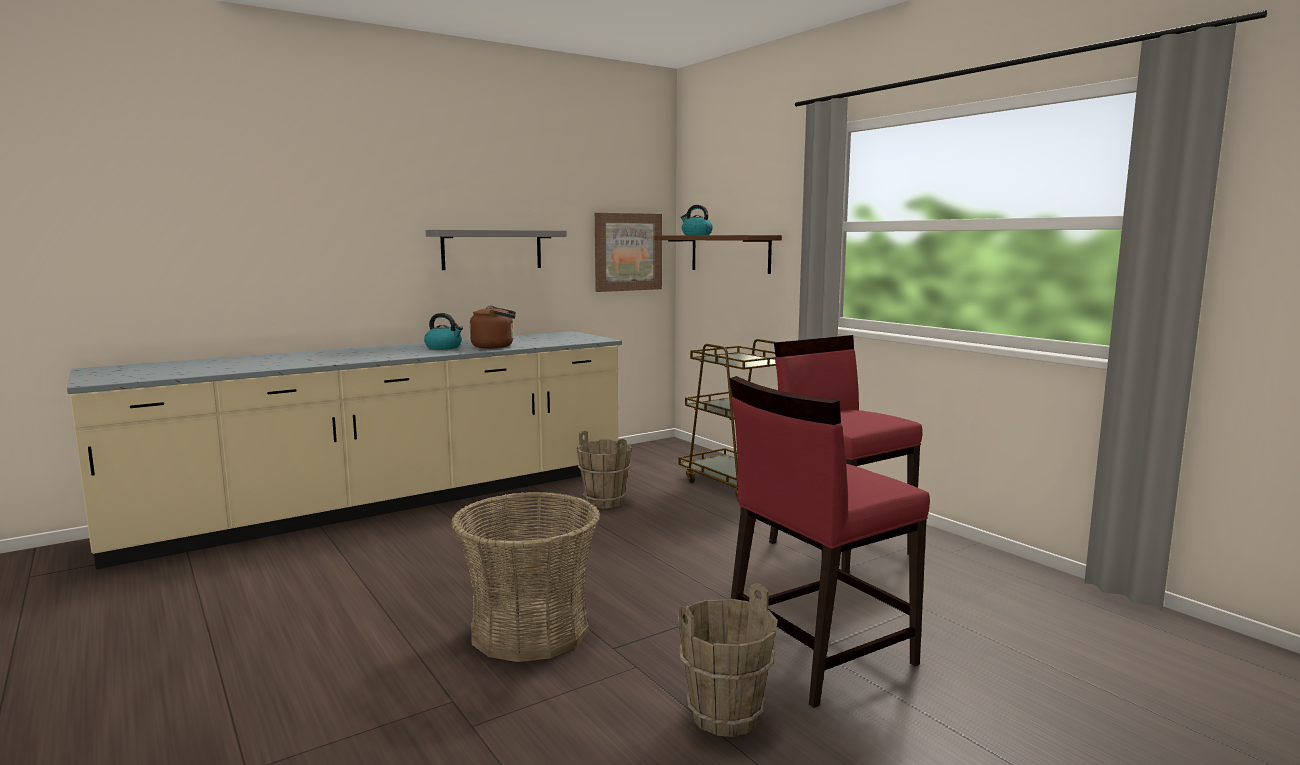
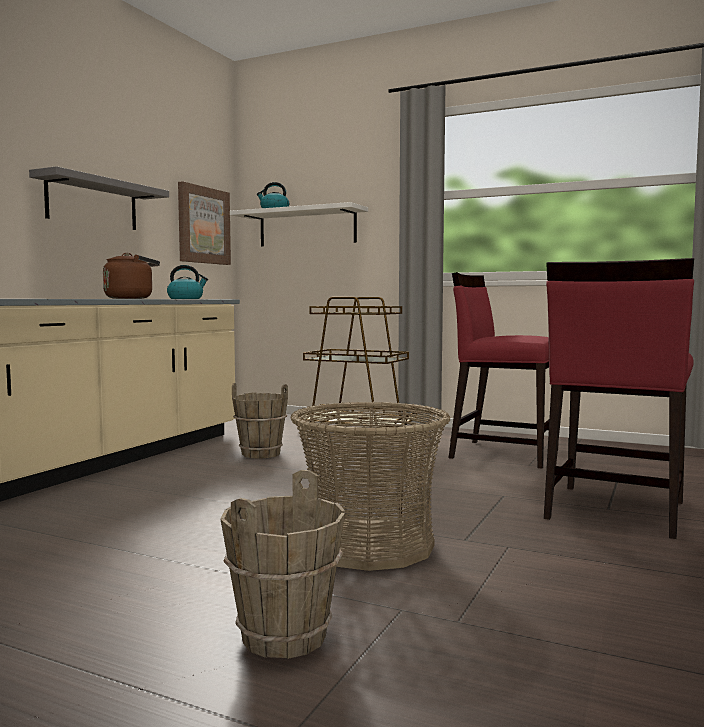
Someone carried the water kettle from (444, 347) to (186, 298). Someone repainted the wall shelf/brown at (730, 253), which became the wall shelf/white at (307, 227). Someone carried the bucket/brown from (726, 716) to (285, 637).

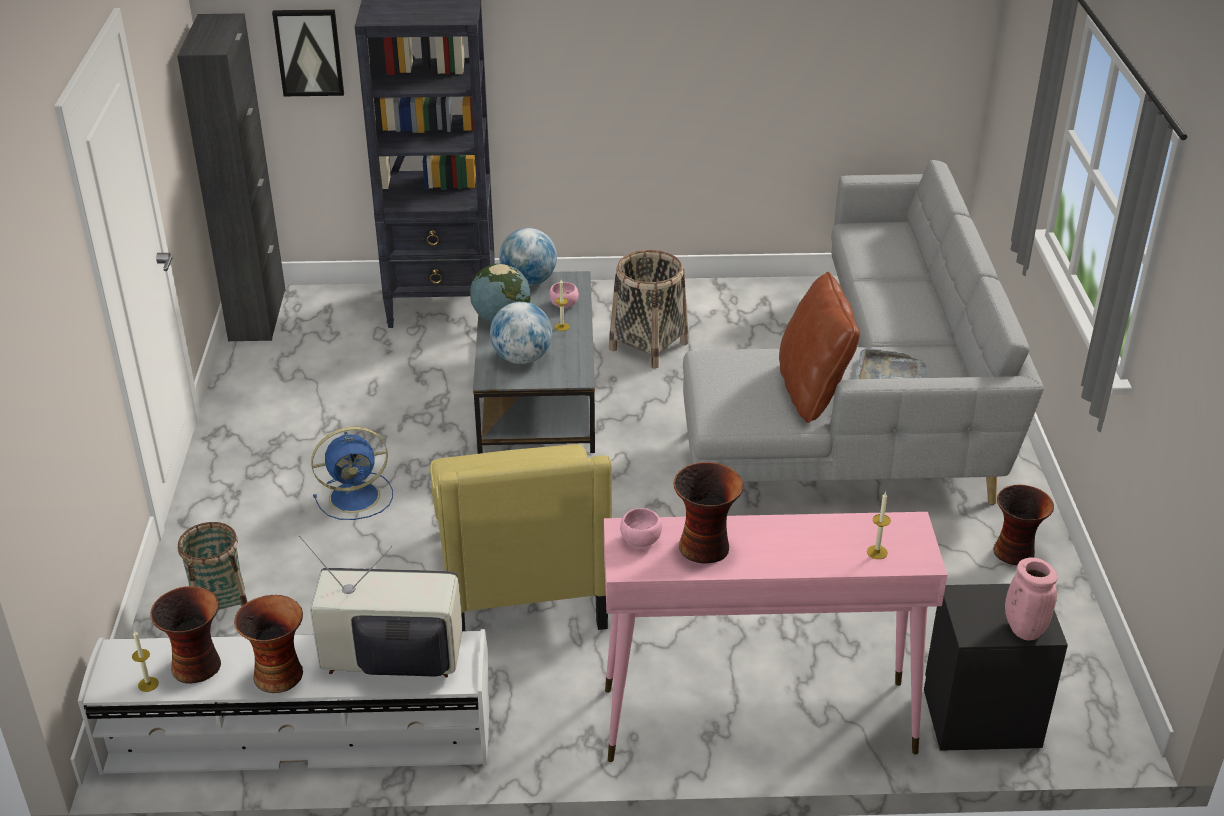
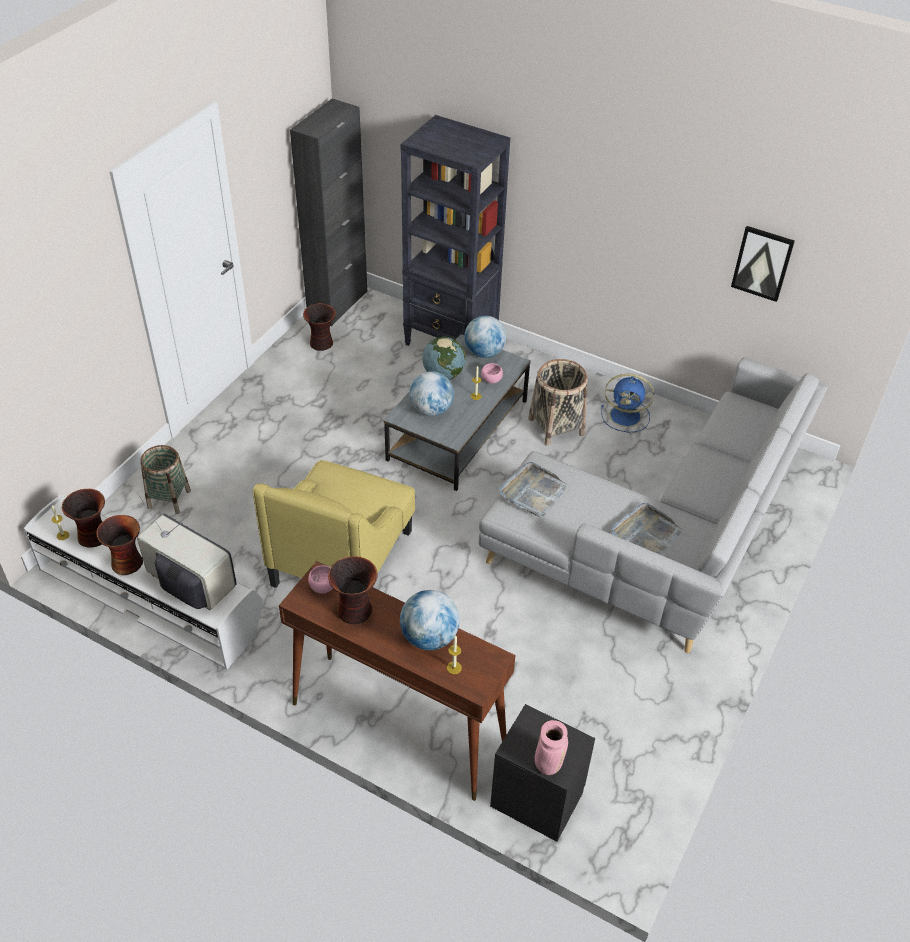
Someone carried the picture from (309, 52) to (762, 263). Someone carried the cooling fan/bluish from (357, 496) to (626, 416). Someone repainted the hall table/pinkish at (756, 721), which became the hall table/brown at (397, 724). Someone took away the throw pillow/brown at (813, 392). Someone carried the flower vase from (1015, 552) to (322, 343). Someone put down the globe at (429, 637). Someone put down the serving tray/gray at (533, 492).

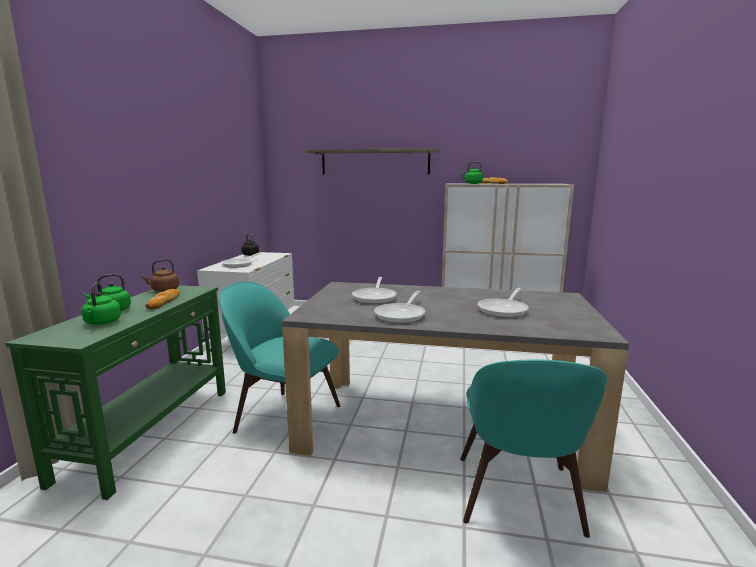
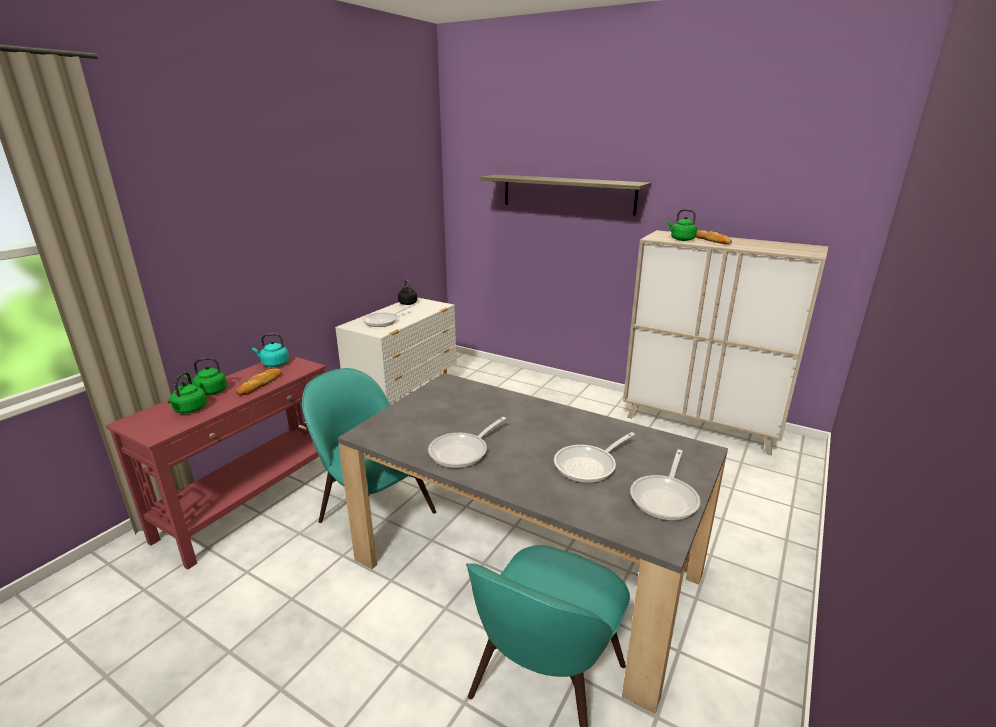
Someone repainted the hall table/green-coloured at (151, 431), which became the hall table/red-coloured at (253, 502). Someone repainted the water kettle/brown at (164, 290), which became the water kettle/blue-green at (274, 364). Someone carried the skillet from (375, 297) to (666, 498).

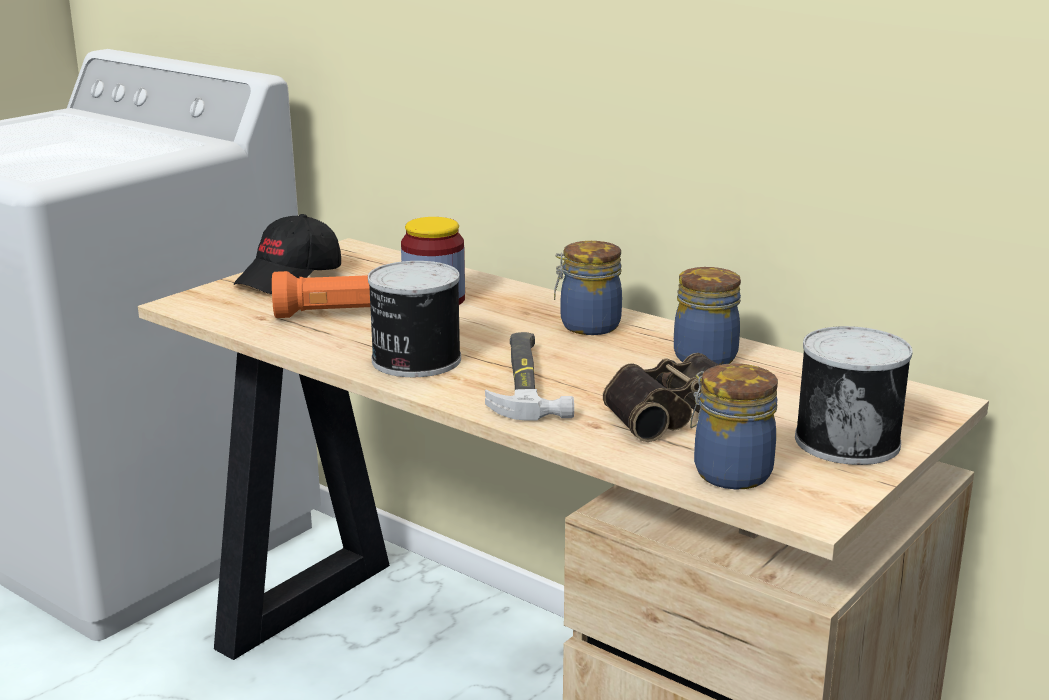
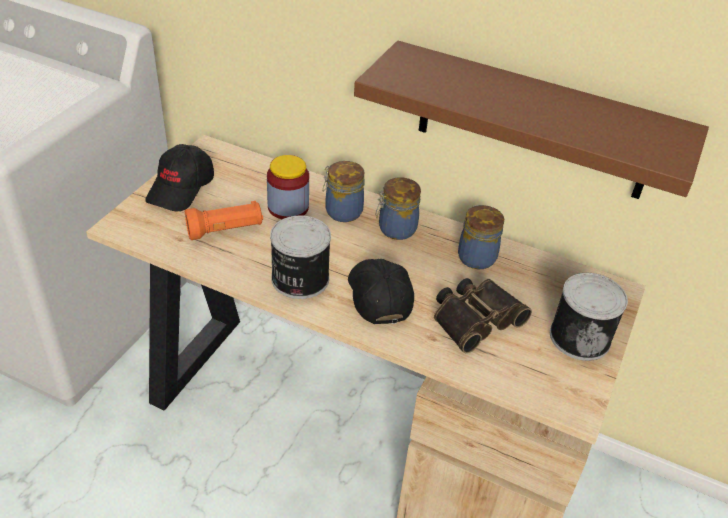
Someone swapped the hammer at (527, 382) for the cap/black at (378, 296). Someone carried the jar from (729, 472) to (342, 211). Someone put up the wall shelf/brown at (534, 122).

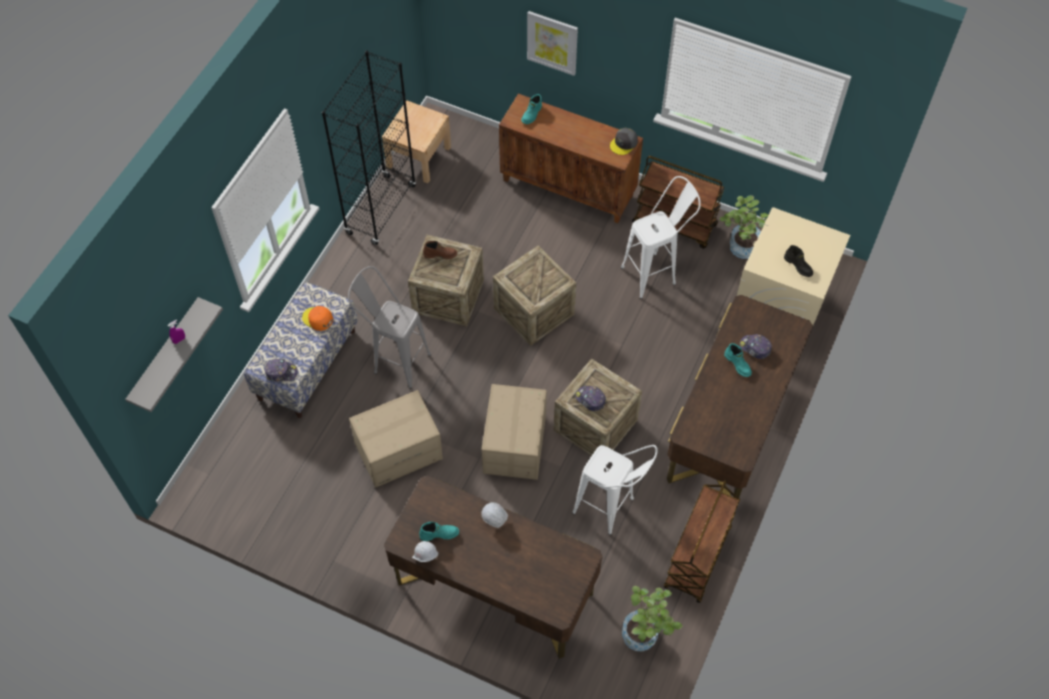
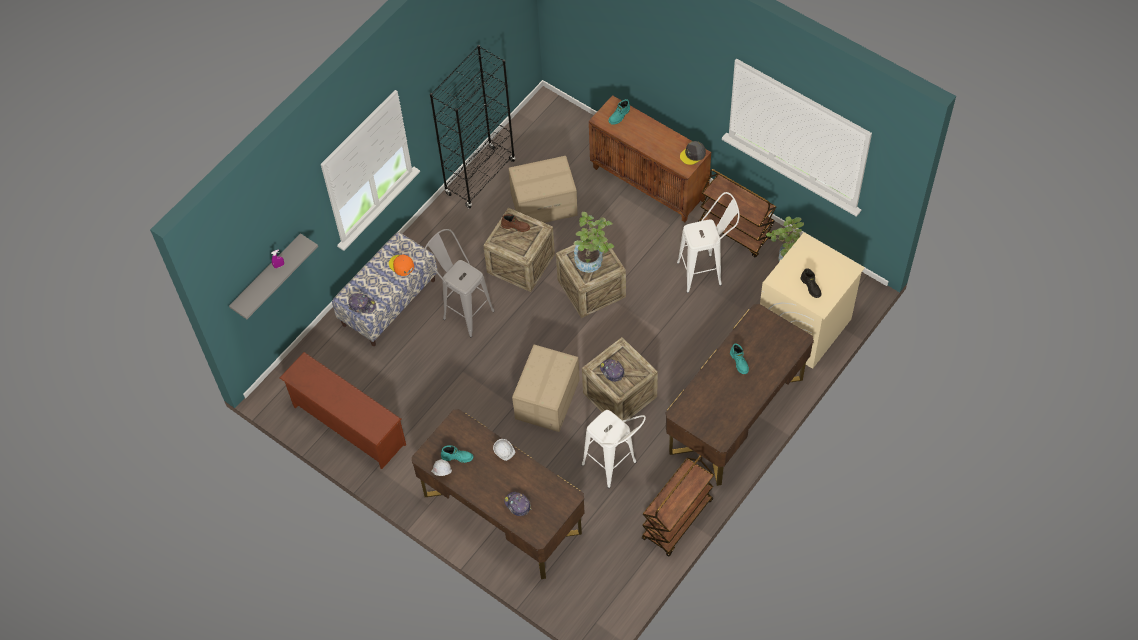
Someone carried the carton from (398, 450) to (544, 204). Someone took away the bedside table/sand-coloured at (418, 157). Someone took away the picture at (552, 42). Someone carried the plant in a pot from (645, 635) to (593, 262). Someone carried the cap from (755, 348) to (517, 505). Someone put down the shoe rack/brown at (347, 426).

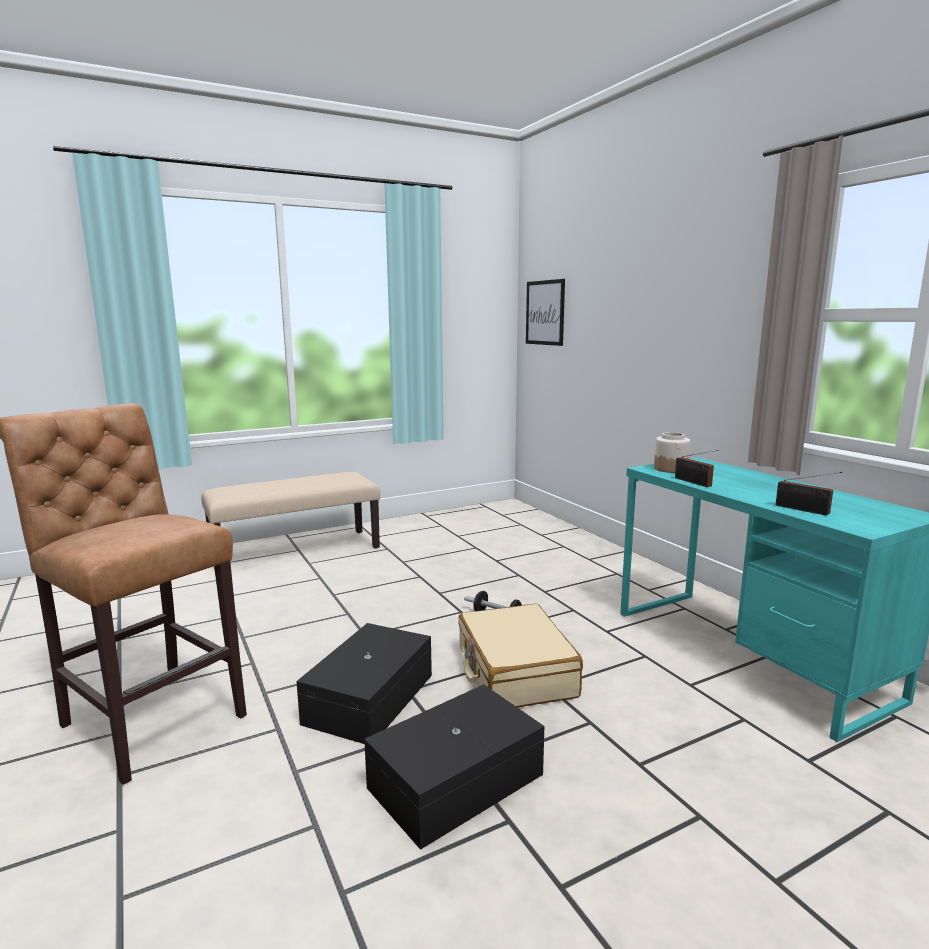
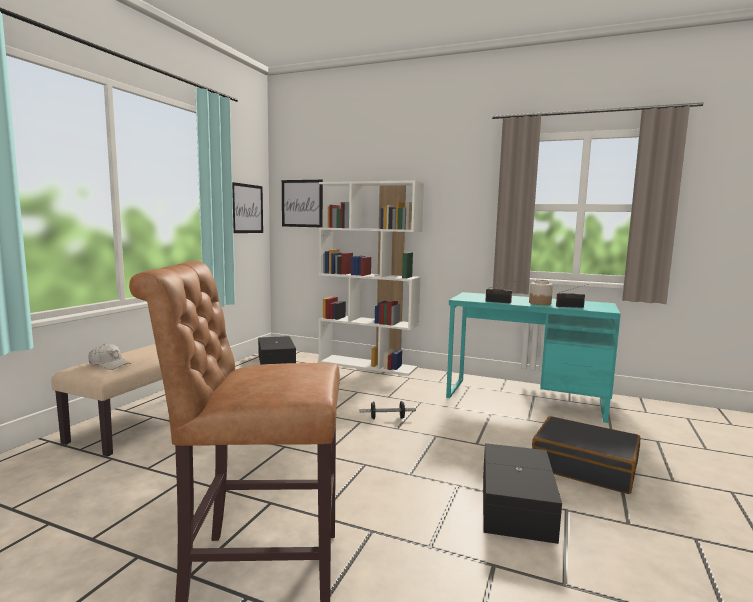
Someone carried the storage box/black from (372, 698) to (277, 361). Someone took away the piece of luggage/sand-coloured at (514, 672). Someone carried the jar from (671, 469) to (540, 303). Someone put down the cap/white at (109, 364). Someone put up the picture at (247, 208). Someone put down the bookshelf/white at (368, 365). Someone put down the piece of luggage/black at (584, 466).

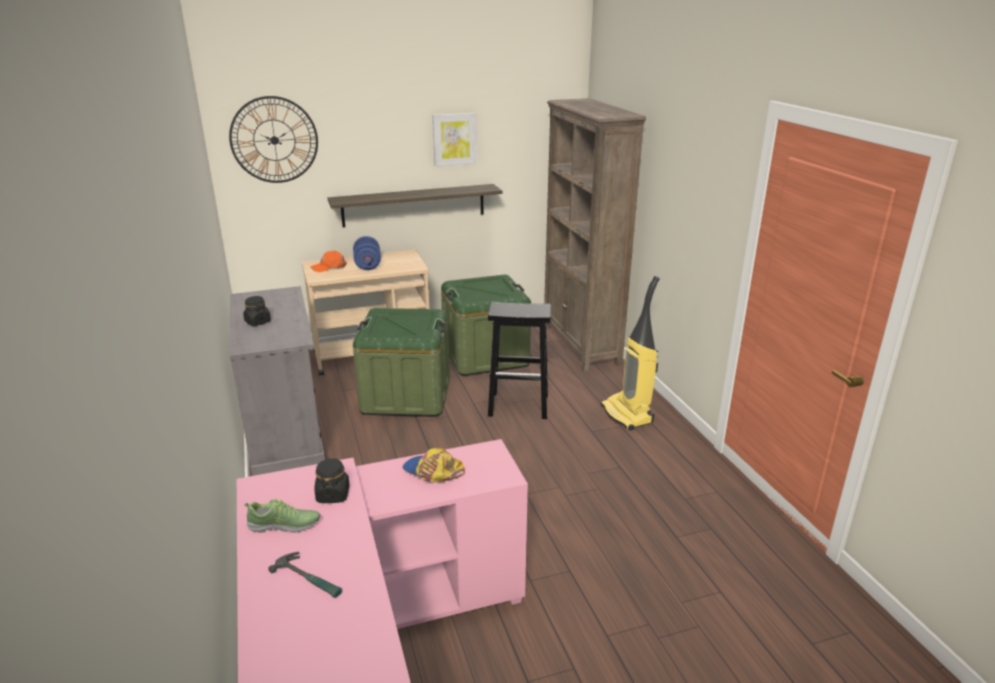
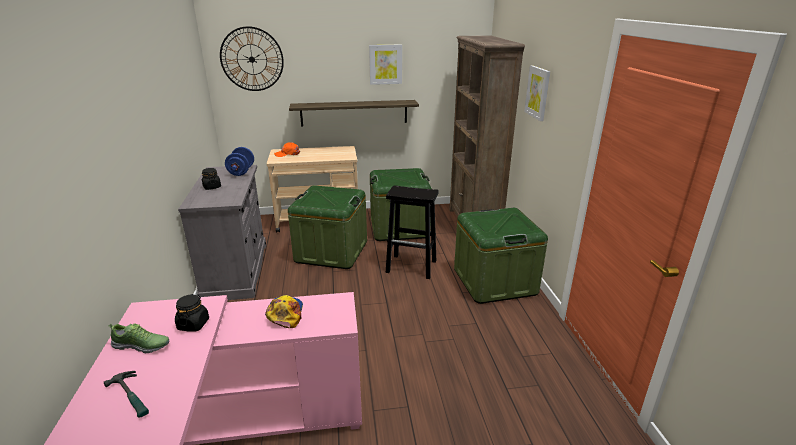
Someone carried the free weight/bluish from (368, 265) to (241, 172). Someone rotated the cap at (432, 472) by 45 degrees clockwise. Someone swapped the vacuum at (627, 414) for the storage box/green-coloured at (494, 281). Someone put up the picture at (538, 92).

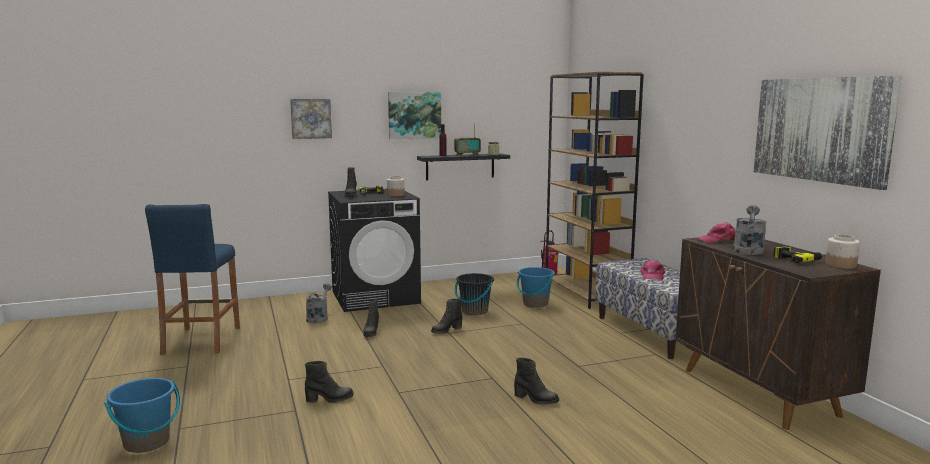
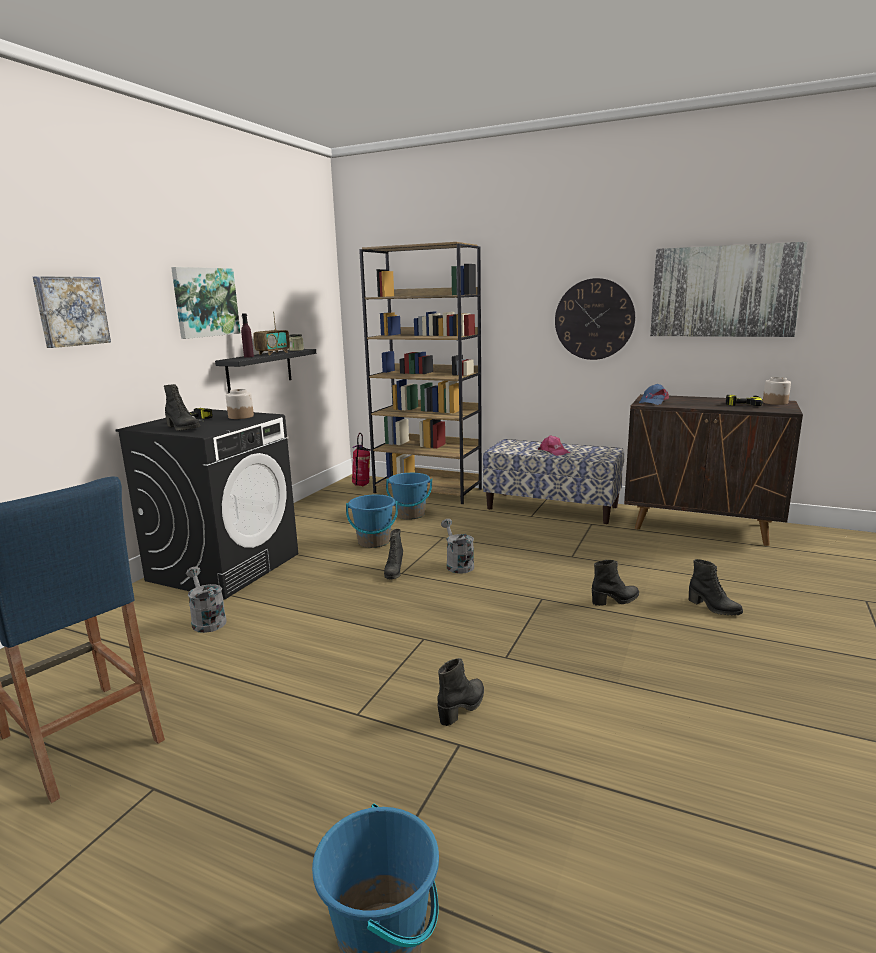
Someone carried the tall boot/black from (371, 332) to (713, 608). Someone repainted the bucket/black at (474, 311), which became the bucket/bluish at (374, 542). Someone repainted the cap/pinkish at (718, 240), which became the cap/bluish at (653, 401). Someone carried the watering pot/gray from (748, 249) to (457, 564). Someone put up the wall clock at (594, 319).

